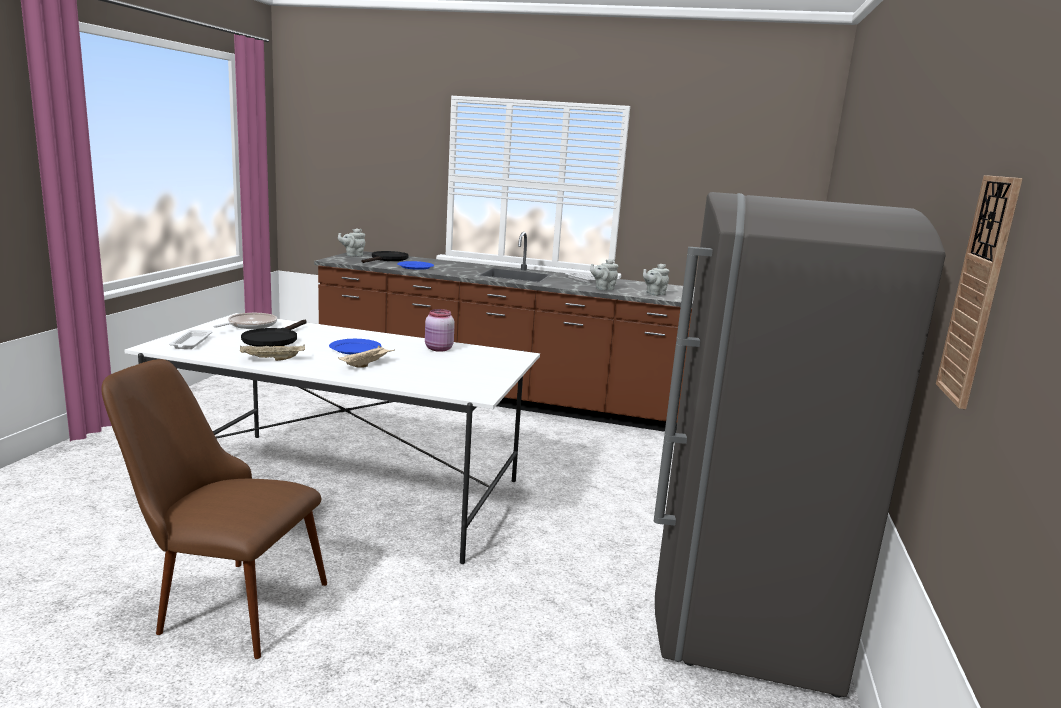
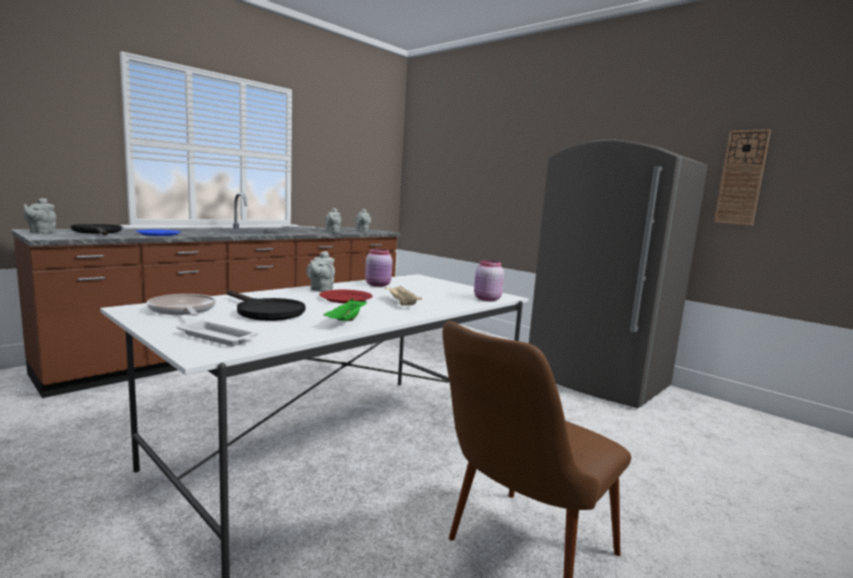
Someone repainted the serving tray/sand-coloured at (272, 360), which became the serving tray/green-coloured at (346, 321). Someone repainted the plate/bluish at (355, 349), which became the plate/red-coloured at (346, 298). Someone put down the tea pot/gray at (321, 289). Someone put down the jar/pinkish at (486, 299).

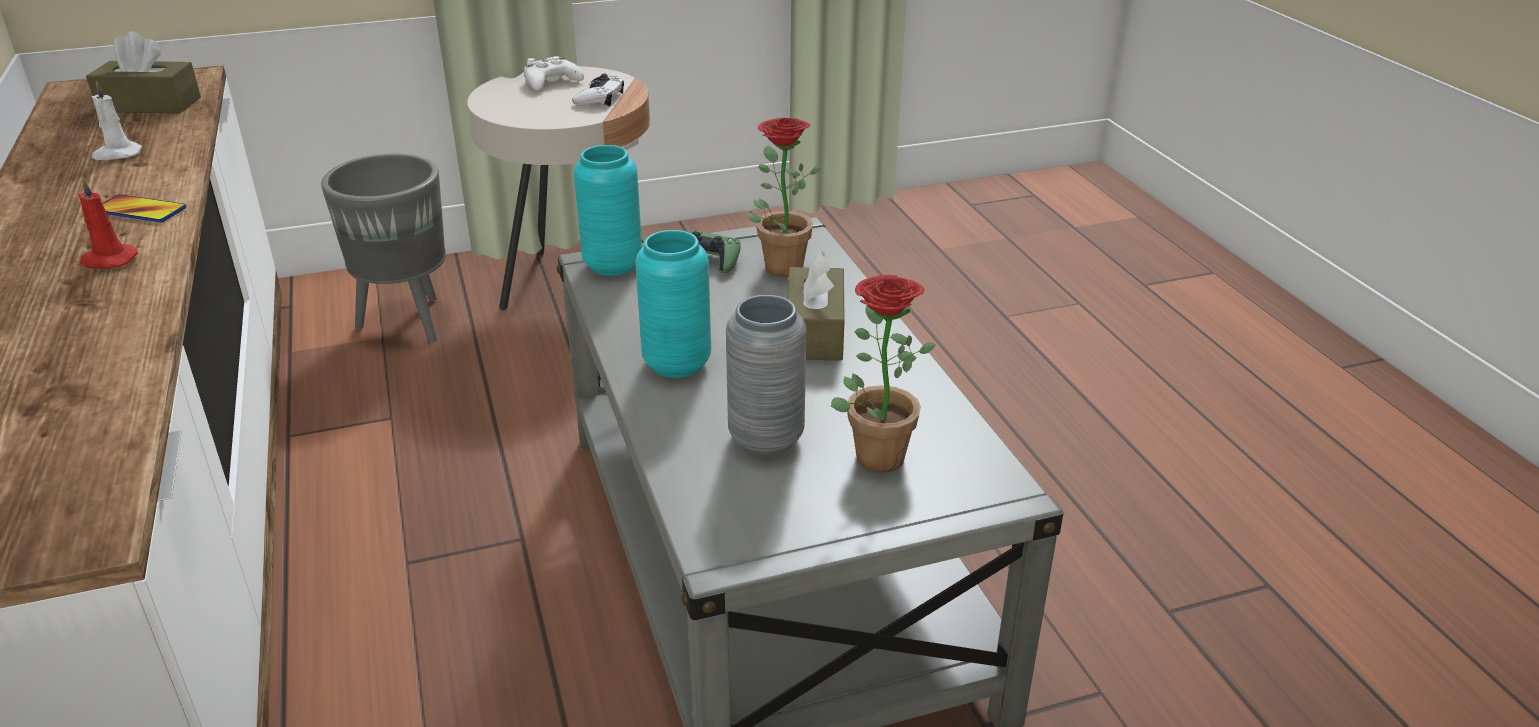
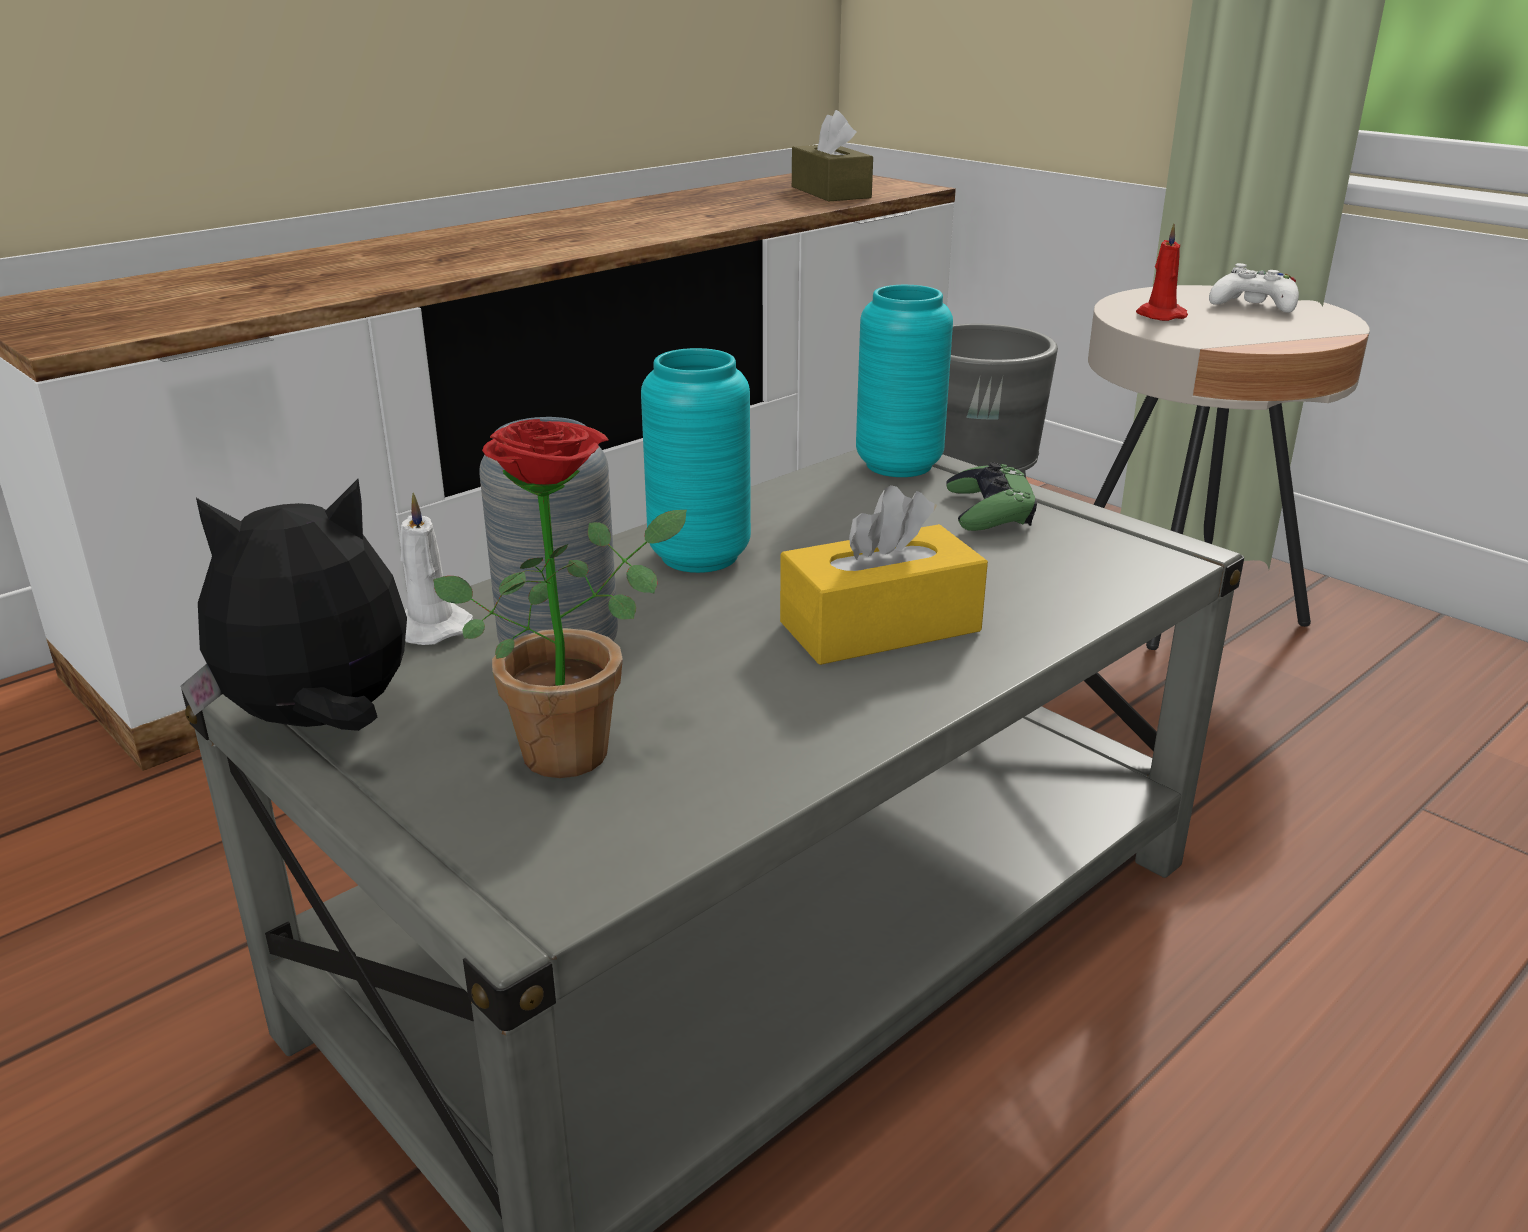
Someone carried the candle/red-coloured from (108, 260) to (1158, 315). Someone carried the candle/white from (117, 154) to (430, 627). Someone took away the phone at (140, 210). Someone took away the game controller/white at (600, 98). Someone took away the plant in a pot at (779, 264). Someone repainted the tissue box/brown at (814, 332), which became the tissue box/yellow at (880, 627). Someone put down the cuddly toy at (321, 723).

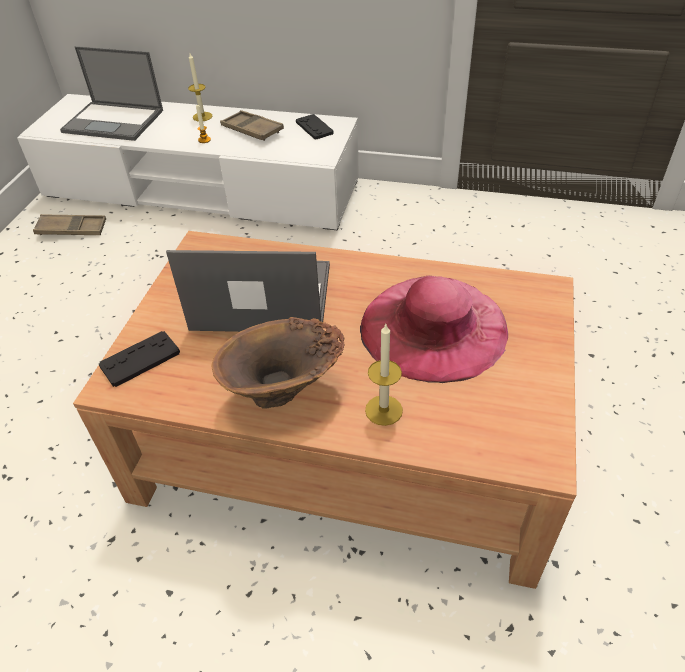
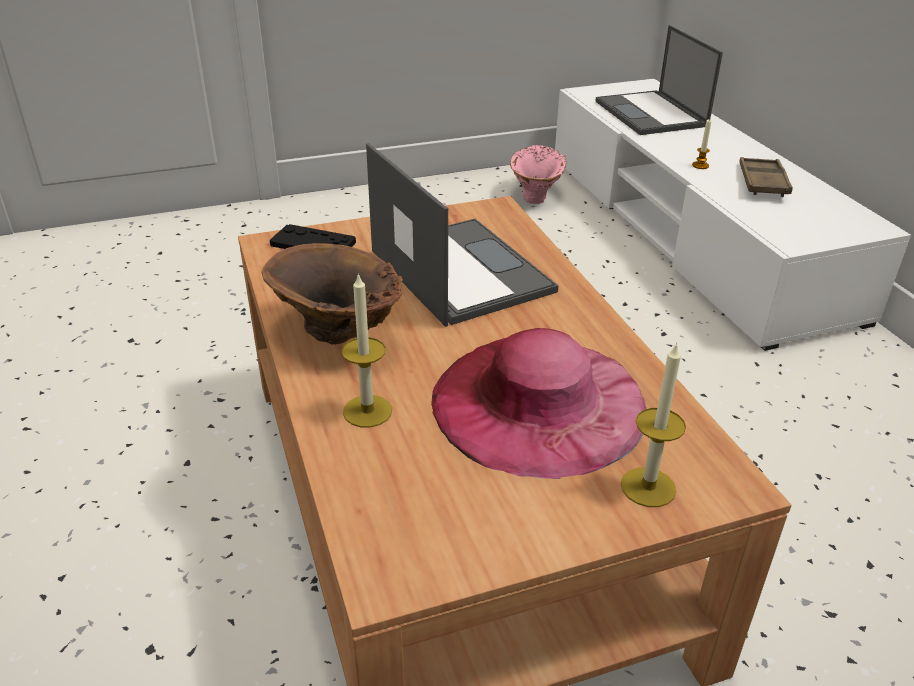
Someone swapped the serving tray/brown at (72, 229) for the flower vase/pinkish at (536, 196). Someone carried the candle from (202, 116) to (648, 487). Someone took away the game controller/black at (314, 128).

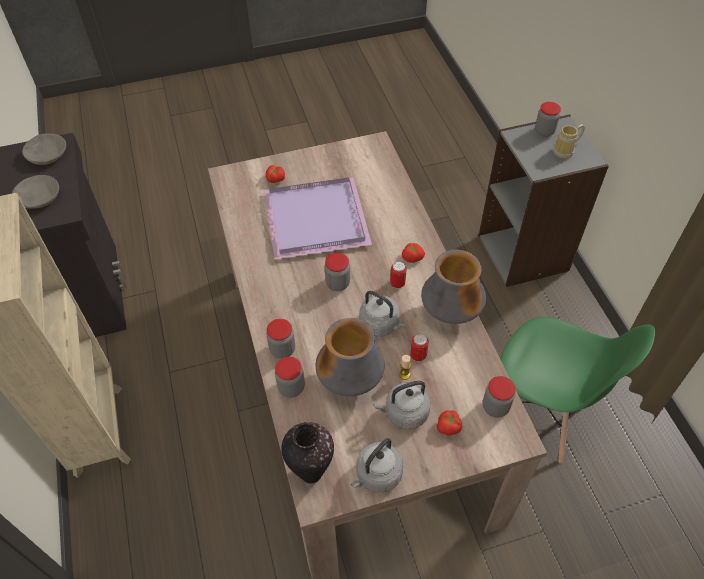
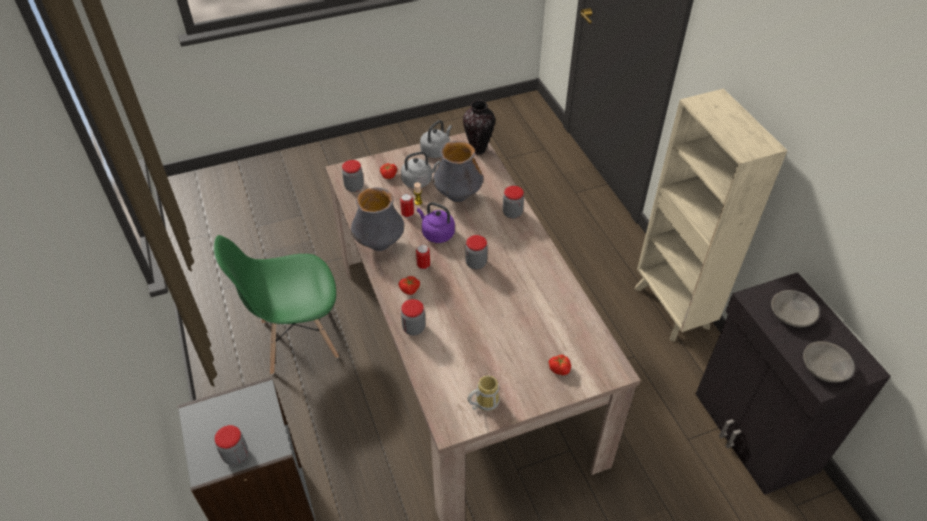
Someone took away the serving tray/purplish at (314, 221). Someone carried the jar from (291, 387) to (414, 328). Someone repainted the water kettle/gray at (381, 324), which became the water kettle/purplish at (436, 233). Someone rotated the chair/green-coloured at (541, 414) by 45 degrees counterclockwise. Someone carried the tea mug from (566, 152) to (483, 402).

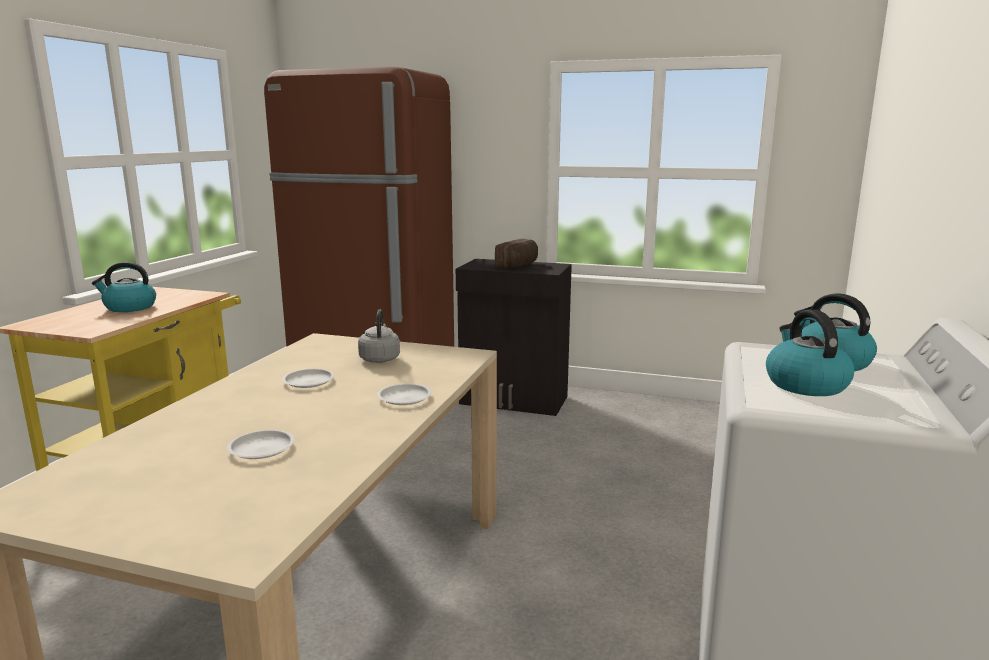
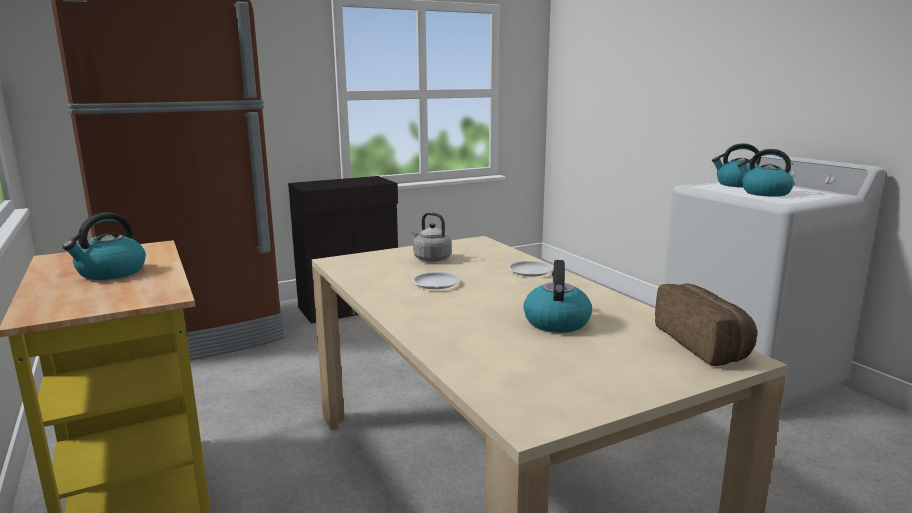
Someone swapped the plate/white at (261, 449) for the water kettle at (556, 322). Someone carried the baked bread from (519, 266) to (704, 344).

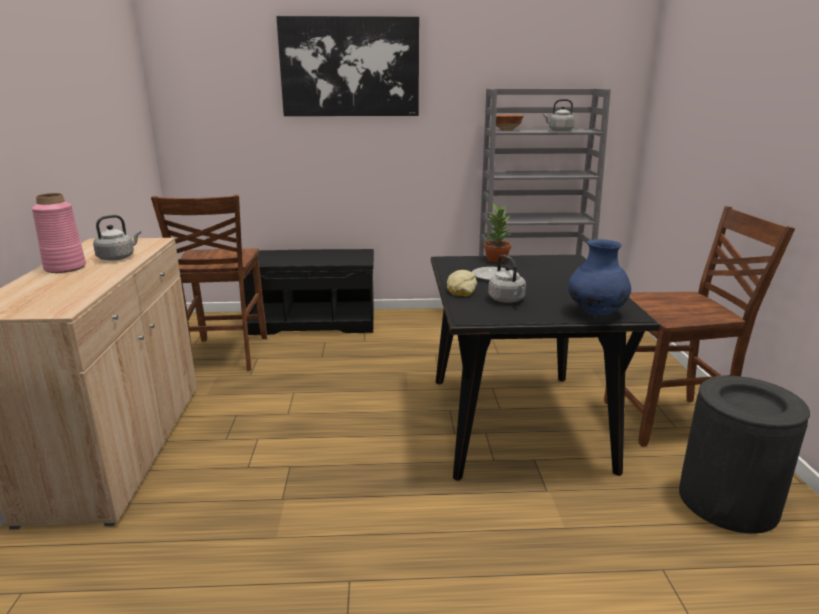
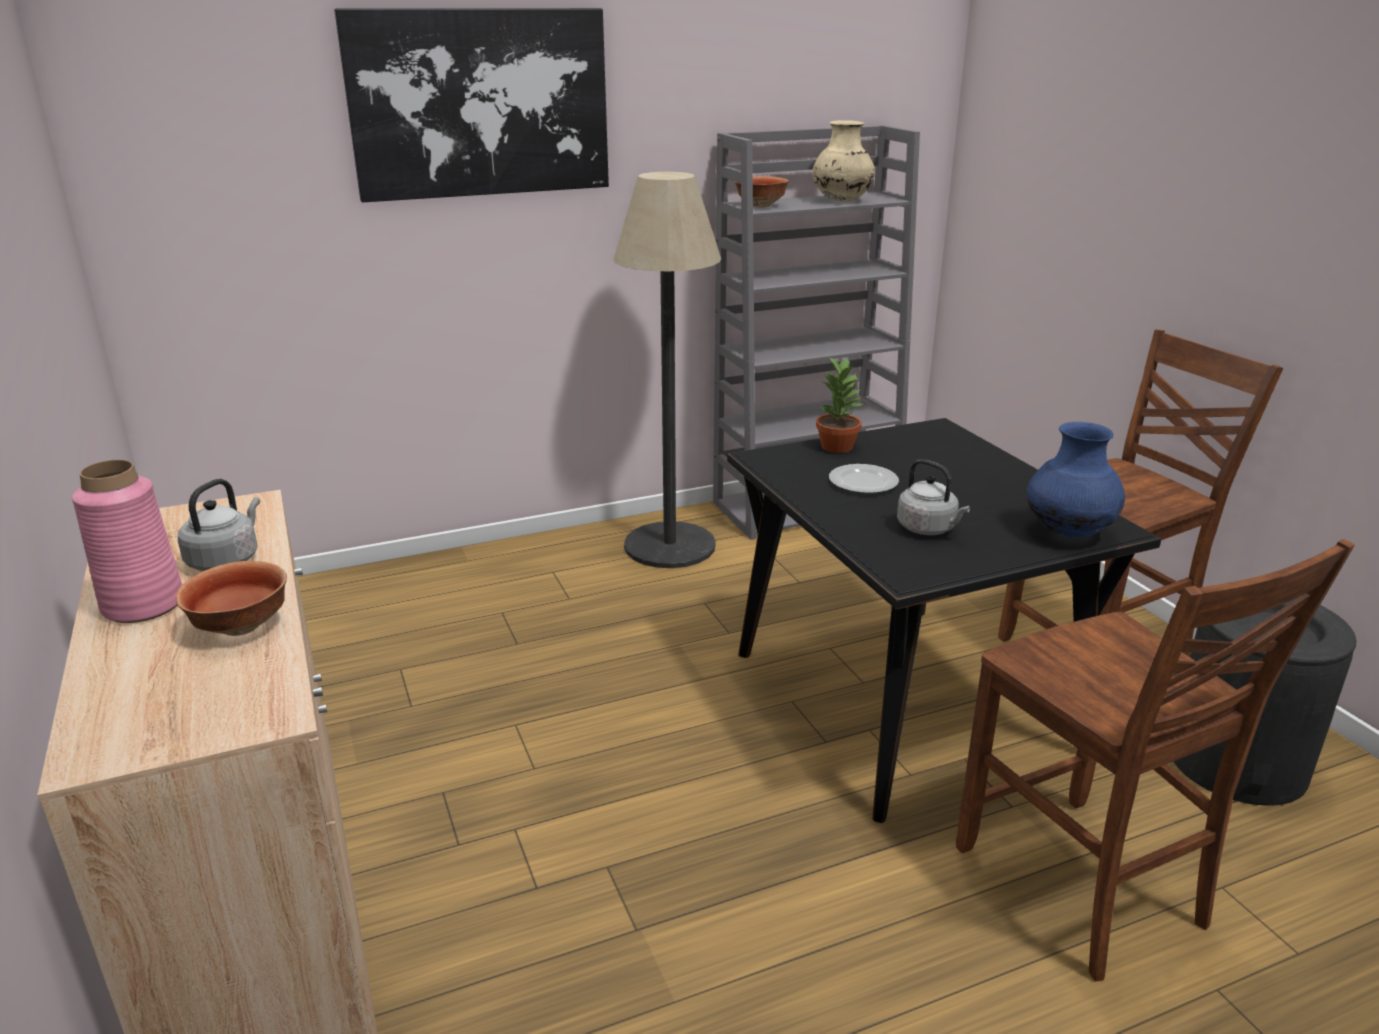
Someone carried the chair/brown from (226, 355) to (1083, 888). Someone took away the indoor bench/black at (314, 322). Someone took away the baked bread at (460, 289). Someone swapped the water kettle/gray at (559, 130) for the flower vase/sand-coloured at (841, 201). Someone put down the deep dish at (241, 627). Someone put down the standard lamp at (670, 546).

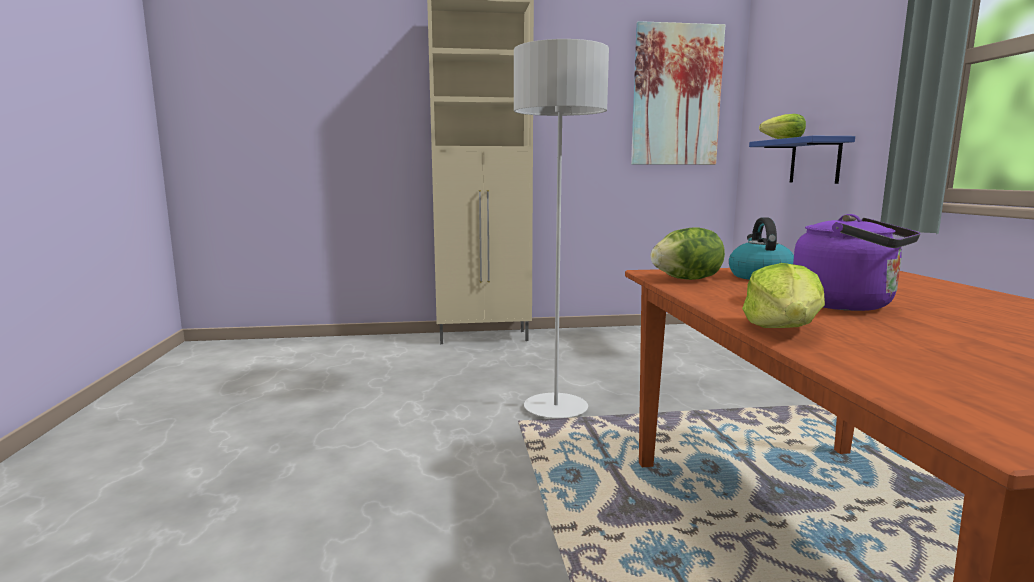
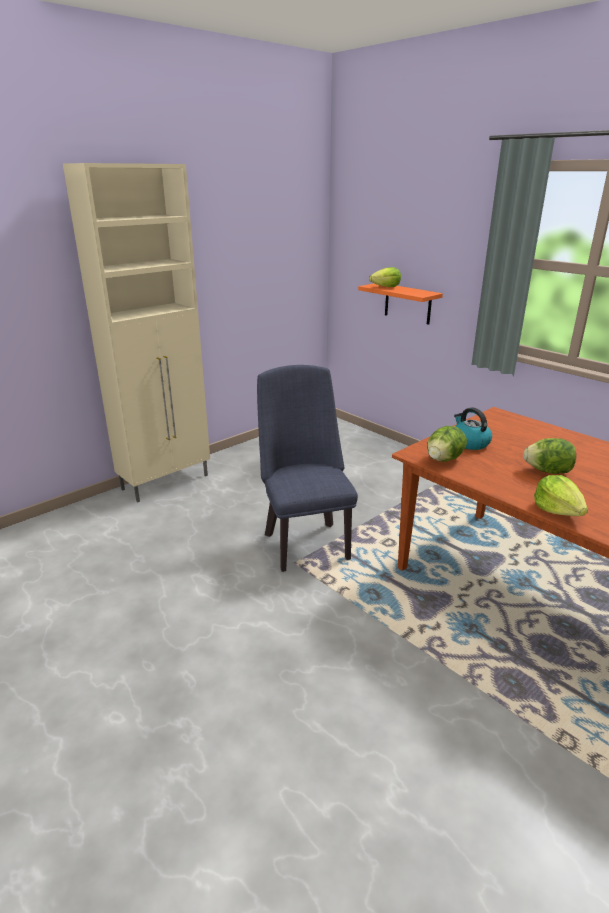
Someone swapped the standard lamp/gray at (555, 408) for the chair/bluish at (304, 541). Someone took away the picture at (676, 95). Someone repainted the wall shelf/bluish at (815, 161), which became the wall shelf/orangey at (407, 303). Someone swapped the water kettle/purplish at (848, 305) for the lettuce head at (547, 471).

